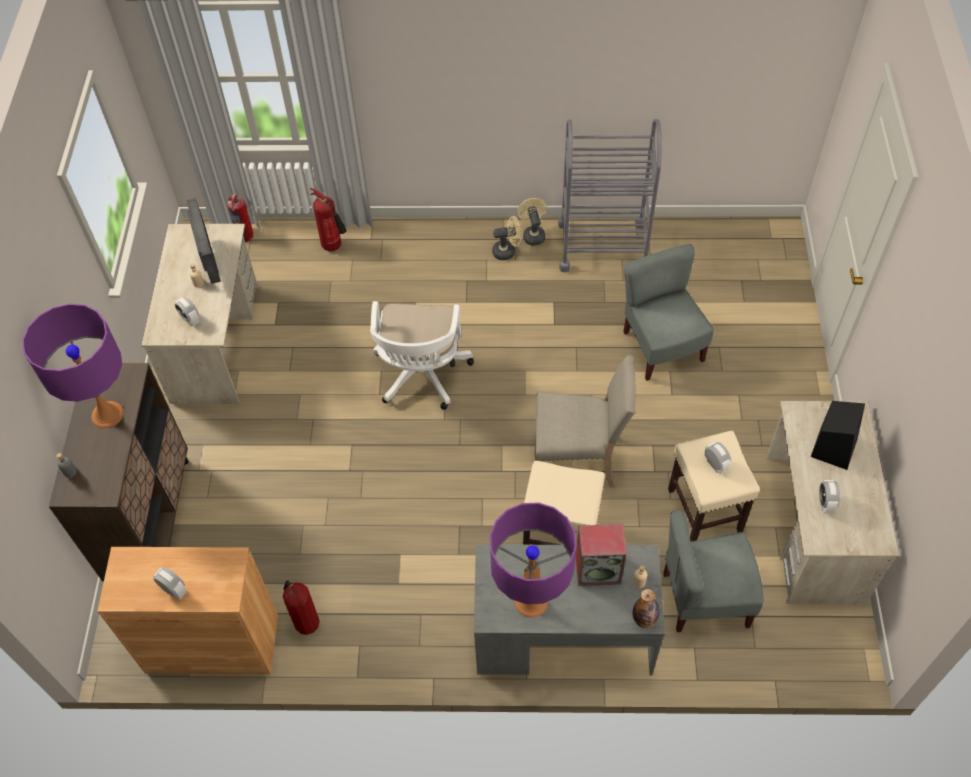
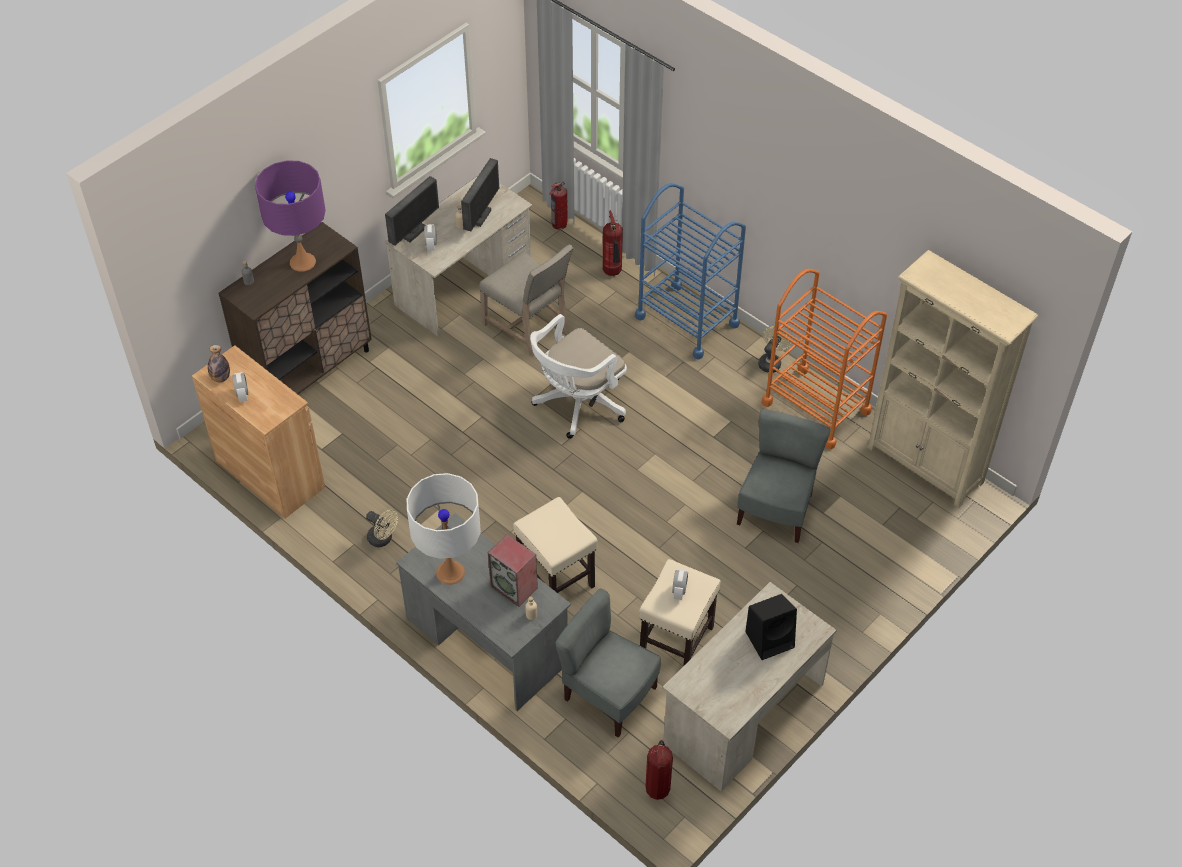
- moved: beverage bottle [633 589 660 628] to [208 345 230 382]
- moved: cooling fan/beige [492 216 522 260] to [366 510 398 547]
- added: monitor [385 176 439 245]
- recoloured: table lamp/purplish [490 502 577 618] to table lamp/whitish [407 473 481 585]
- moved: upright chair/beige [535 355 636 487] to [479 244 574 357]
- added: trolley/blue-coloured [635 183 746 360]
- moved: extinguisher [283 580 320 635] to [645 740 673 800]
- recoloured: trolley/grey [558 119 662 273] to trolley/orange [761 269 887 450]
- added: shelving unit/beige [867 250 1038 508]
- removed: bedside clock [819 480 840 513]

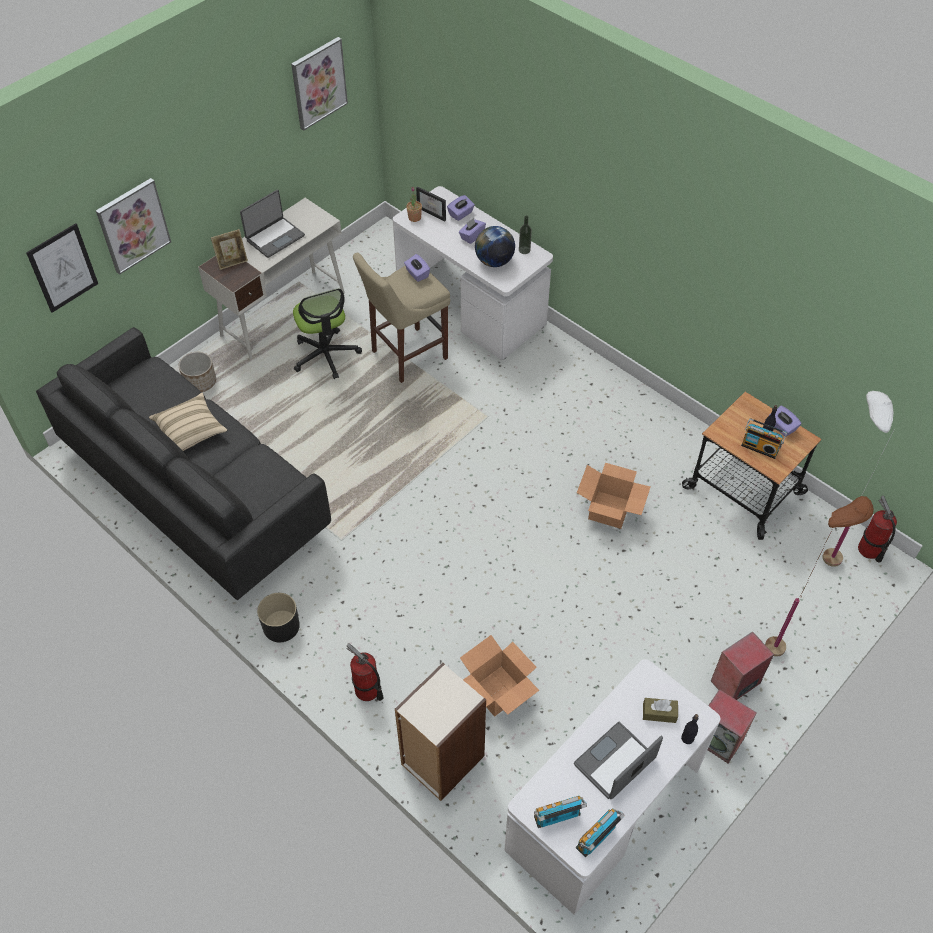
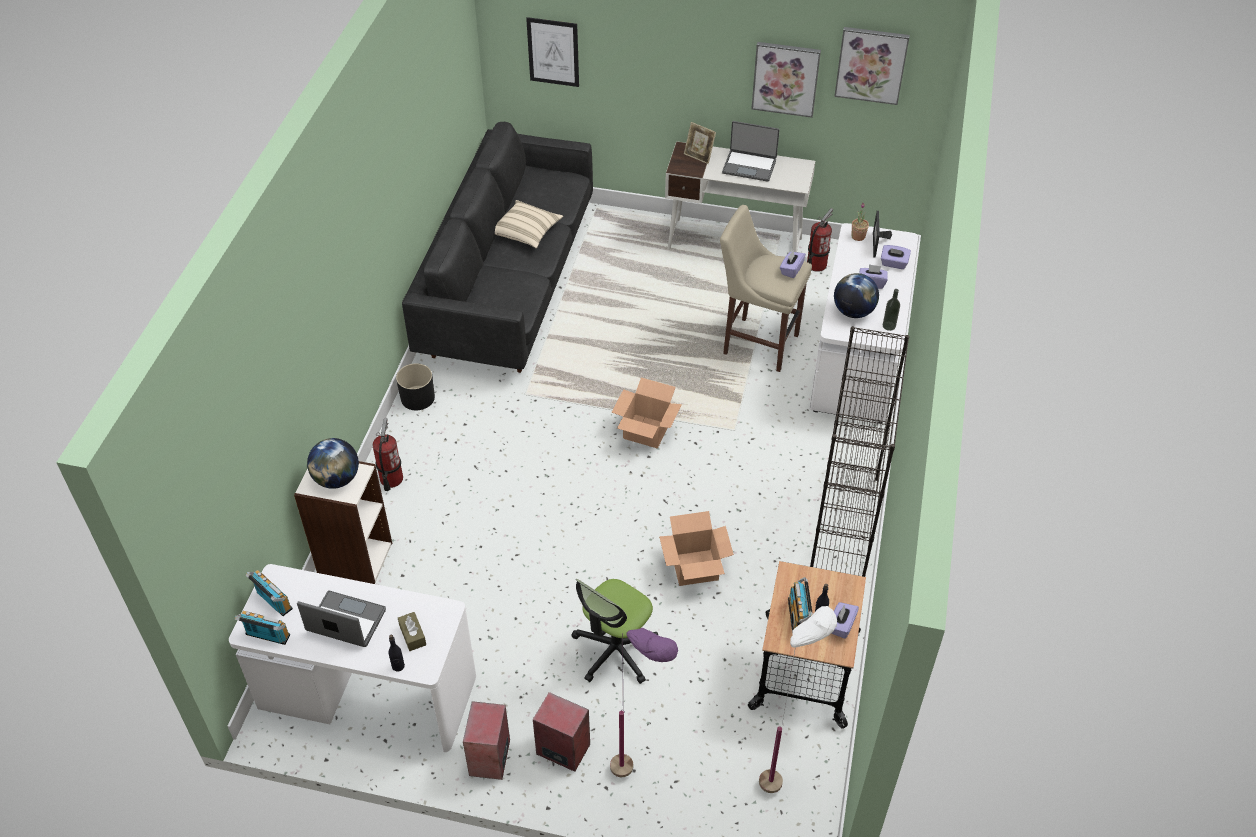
- added: globe [307 438 359 489]
- moved: desk chair [293 288 362 379] to [571 579 658 684]
- recoloured: floor lamp/brown [765 496 874 657] to floor lamp/purplish [610 628 678 777]
- moved: carton [460 635 539 716] to [612 378 682 449]
- moved: picture [96 178 171 275] to [751 42 821 118]
- moved: extinguisher [858 496 897 563] to [807 208 833 272]
- added: shelving unit/black-coloured [810 326 909 577]
- removed: plant pot [179 352 216 392]

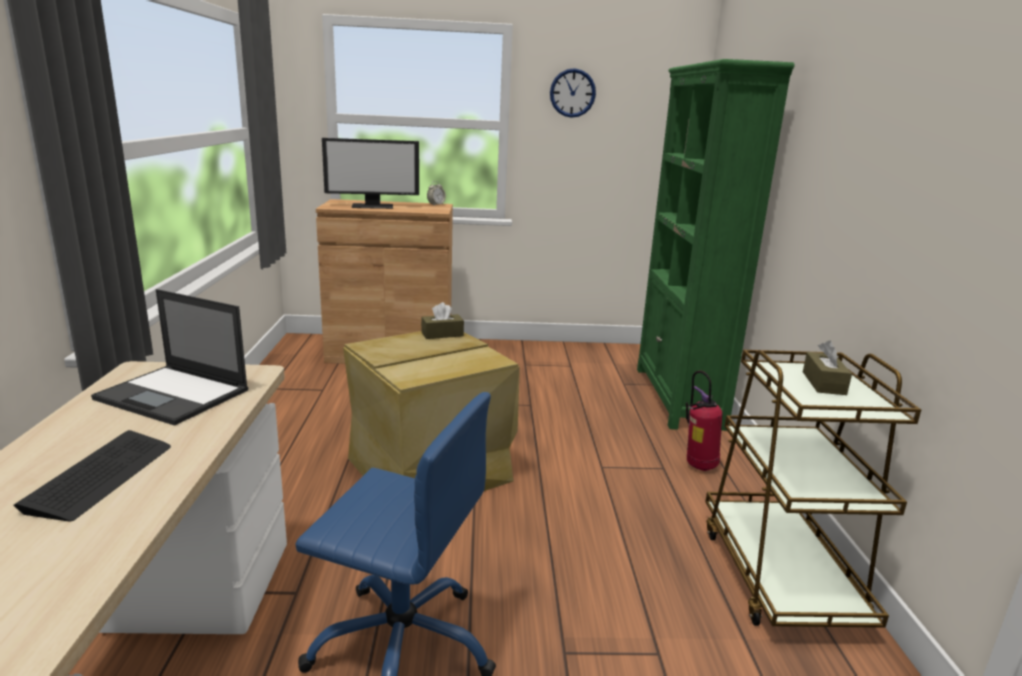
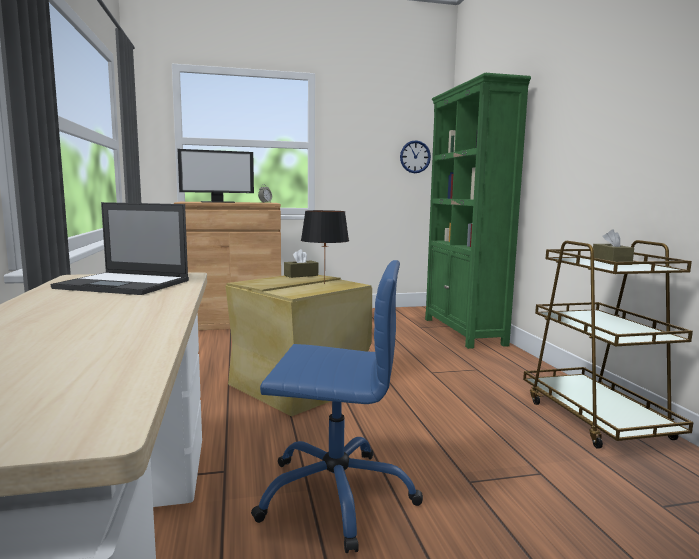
- added: table lamp/black-coloured [301 210 349 284]
- moved: hanging clock [550 68 596 118] to [400 140 431 173]
- removed: PC keyboard [13 430 171 522]
- removed: extinguisher [686 371 722 471]

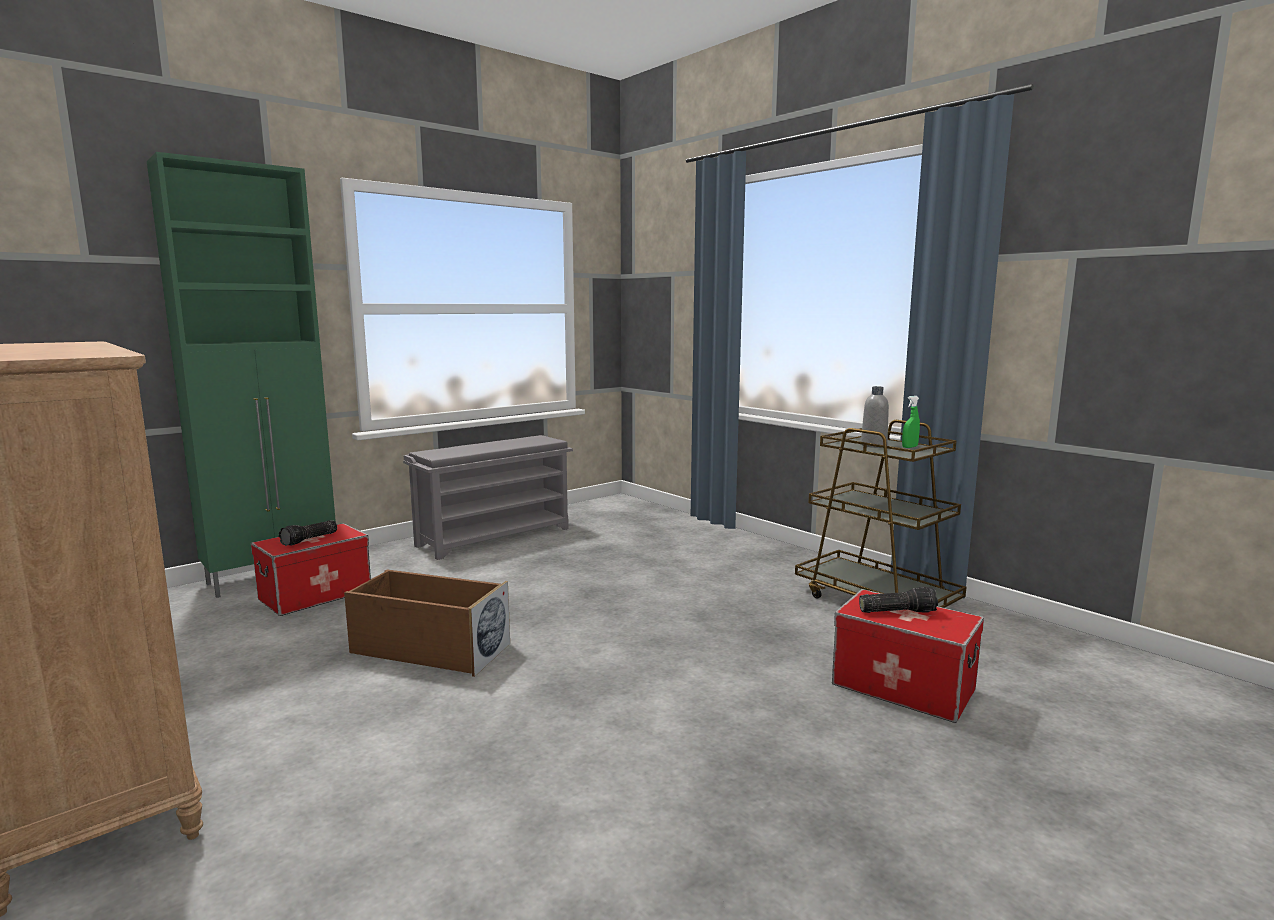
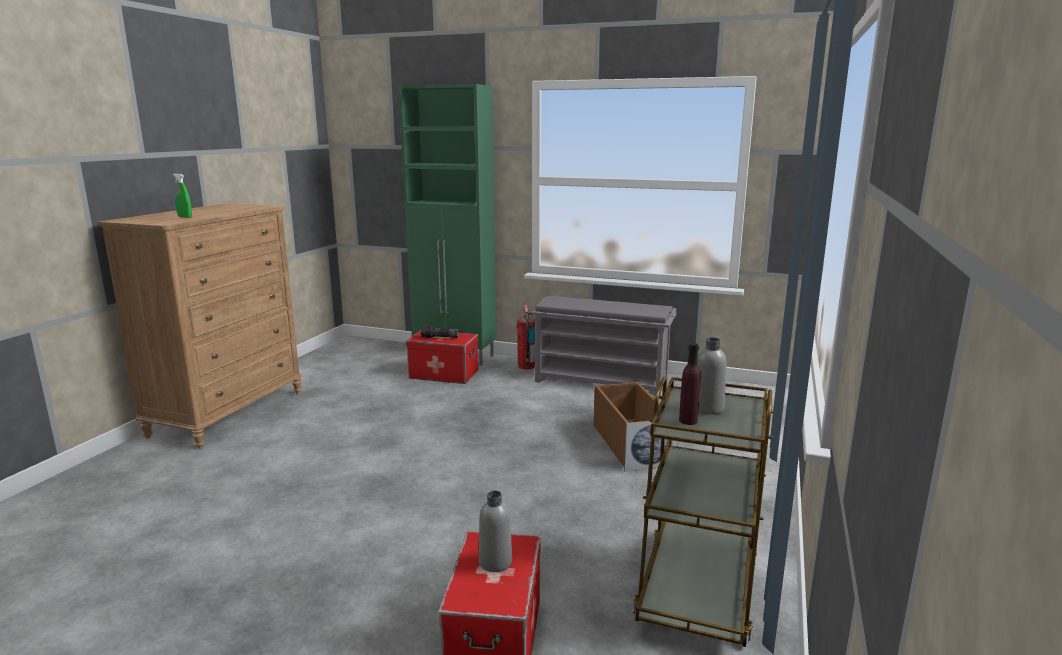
- moved: spray bottle/greenish [902 396 920 448] to [173 173 192 218]
- replaced: torch [859 587 938 613] to beverage bottle/grey [479 491 512 572]
- added: extinguisher [516 303 535 369]
- moved: storage container/brown [344 569 510 677] to [594 382 678 472]
- added: beverage bottle/purplish [679 343 701 425]

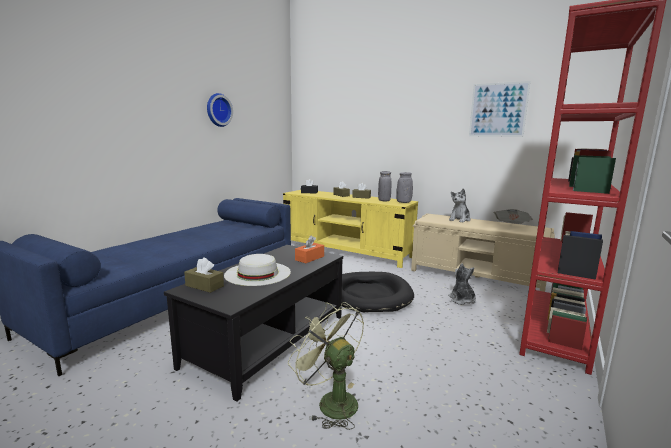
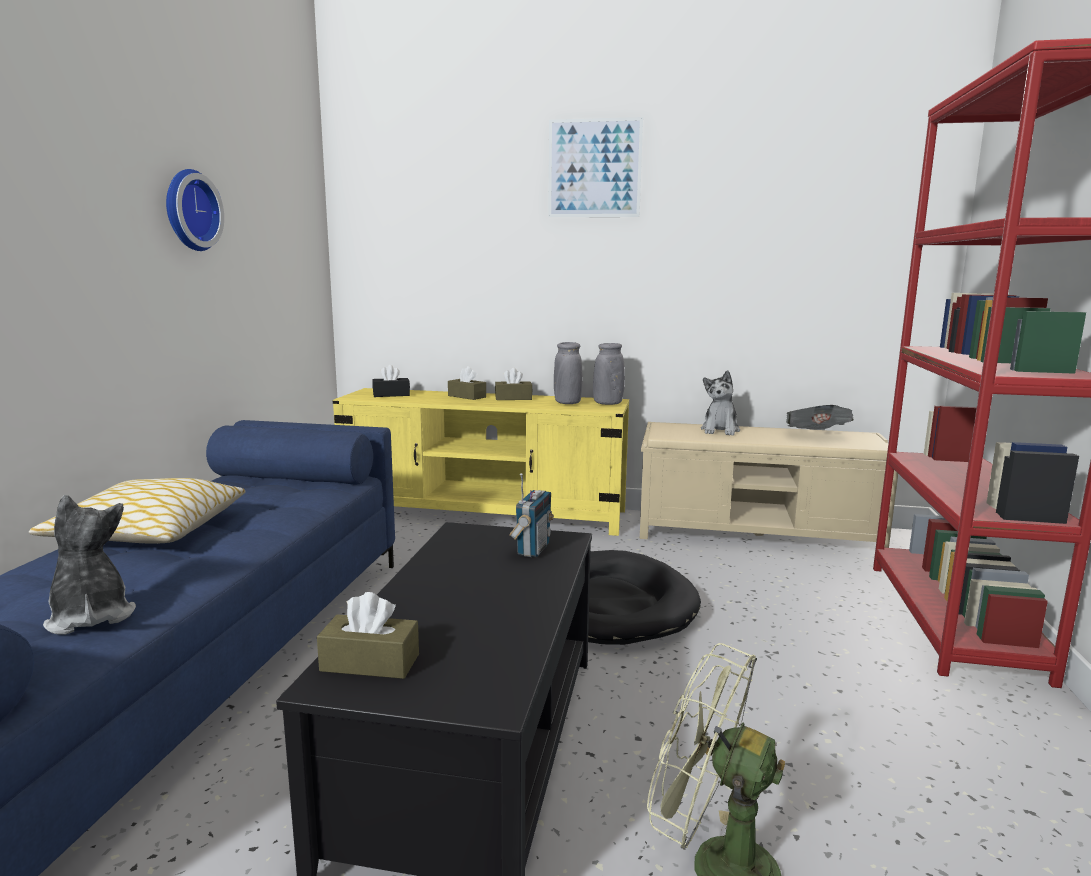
- added: throw pillow [29 478 246 543]
- moved: cuddly toy [448 264 476 305] to [43 495 136 635]
- replaced: box of tissues/orange [295 236 324 263] to radio [509 473 554 557]
- moved: picture [469 81 531 137] to [548 117 643 217]
- removed: clothing hat/whitish [224 254 291 286]

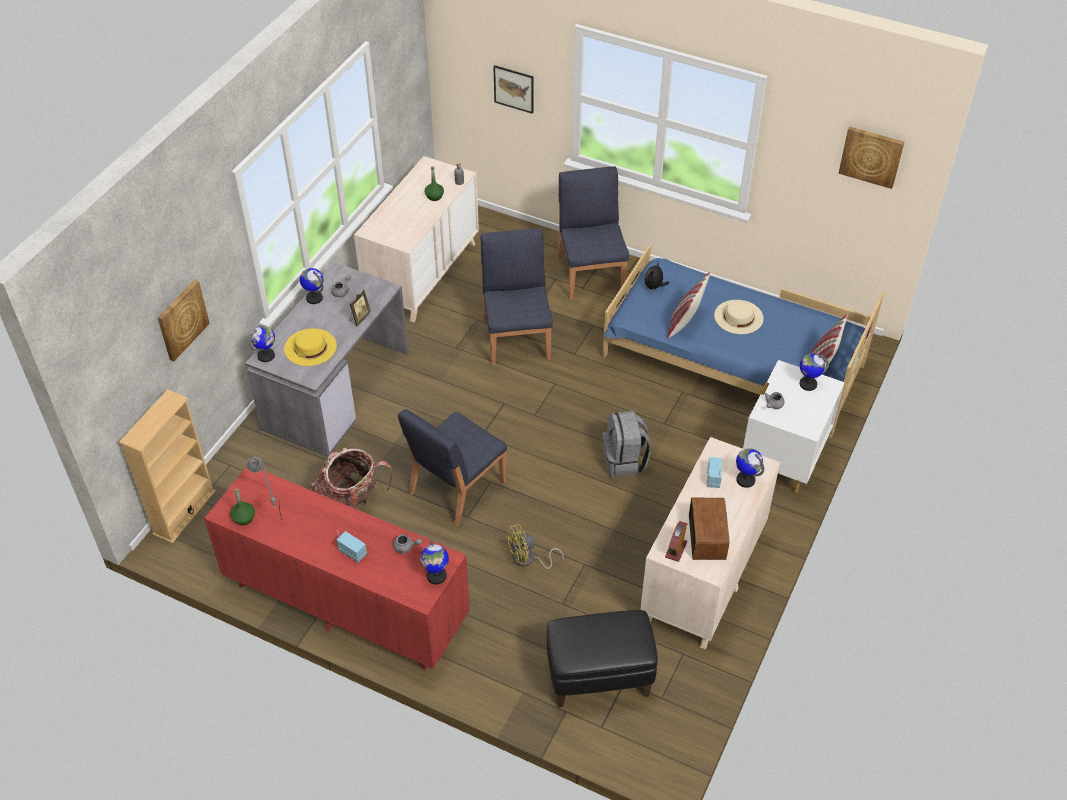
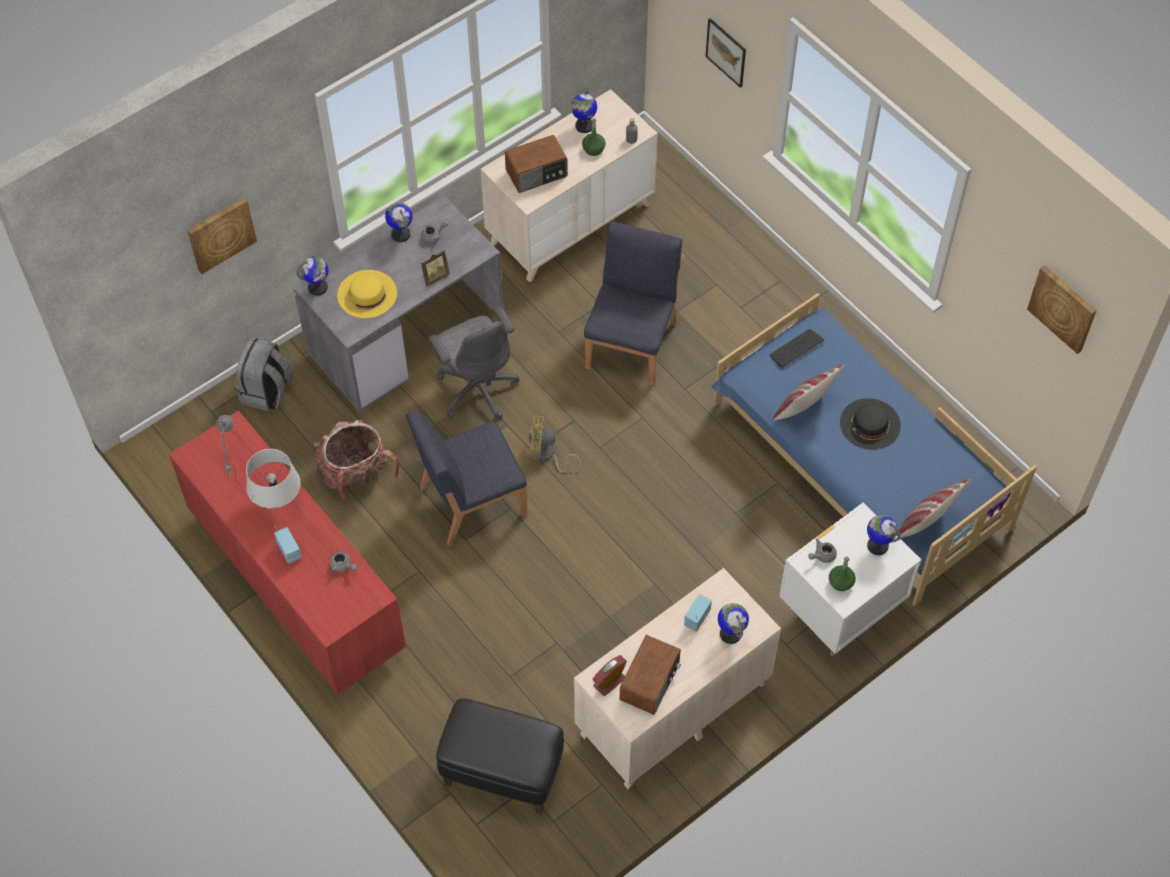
- moved: backpack/grey [602 411 651 477] to [234 338 294 411]
- added: table lamp/grey [246 449 301 508]
- added: desk chair/grey [428 305 519 420]
- added: radio [505 135 568 193]
- moved: cooling fan/yellow-coloured [505 524 564 569] to [529 416 581 473]
- moved: globe [420 540 449 584] to [571 90 597 133]
- replaced: cuddly toy [644 262 669 291] to PC keyboard [769 329 824 368]
- moved: beverage bottle/greenish [230 488 255 525] to [829 556 856 591]
- recoloured: clothing hat/beige [714 300 764 334] to clothing hat/black-coloured [840 398 901 450]
- removed: shelving unit/beige [119 389 216 544]
- removed: upright chair/blue-coloured [558 166 629 300]

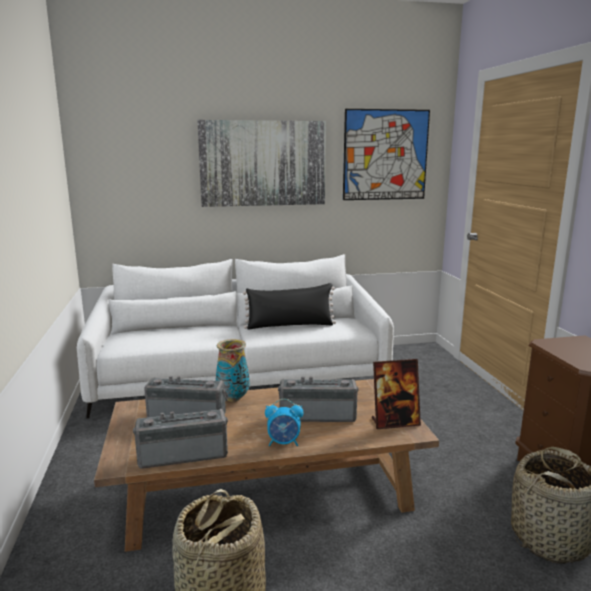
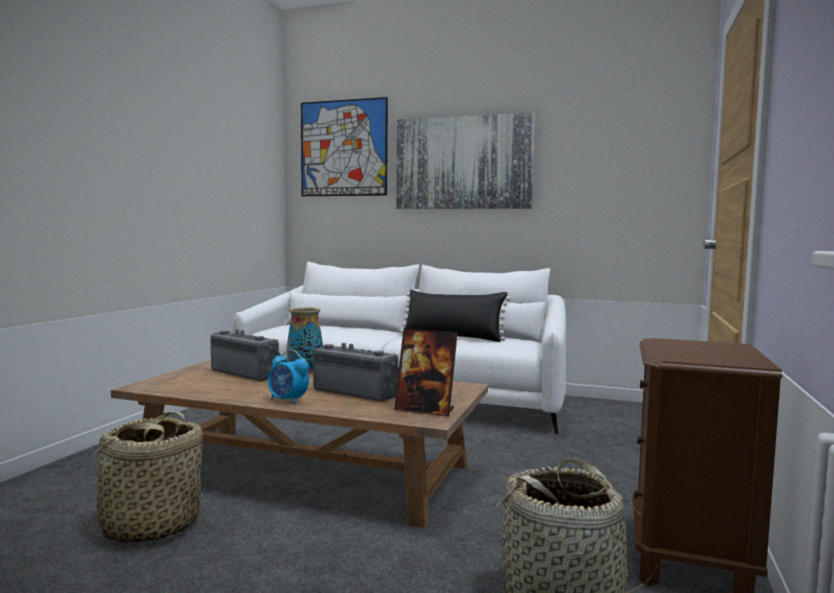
- moved: picture [343 109 430 200] to [301 97 388 196]
- removed: radio [133 409 228 469]

